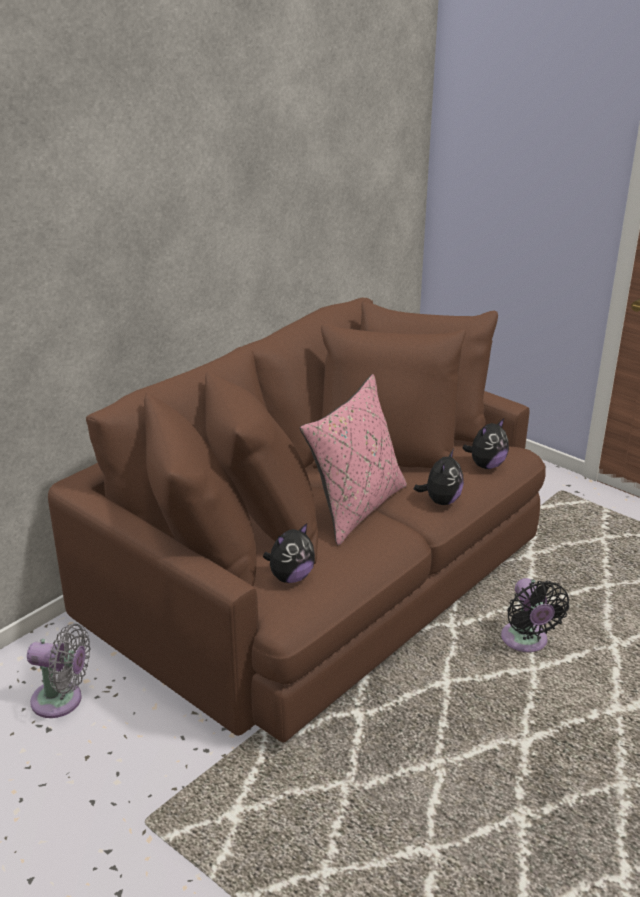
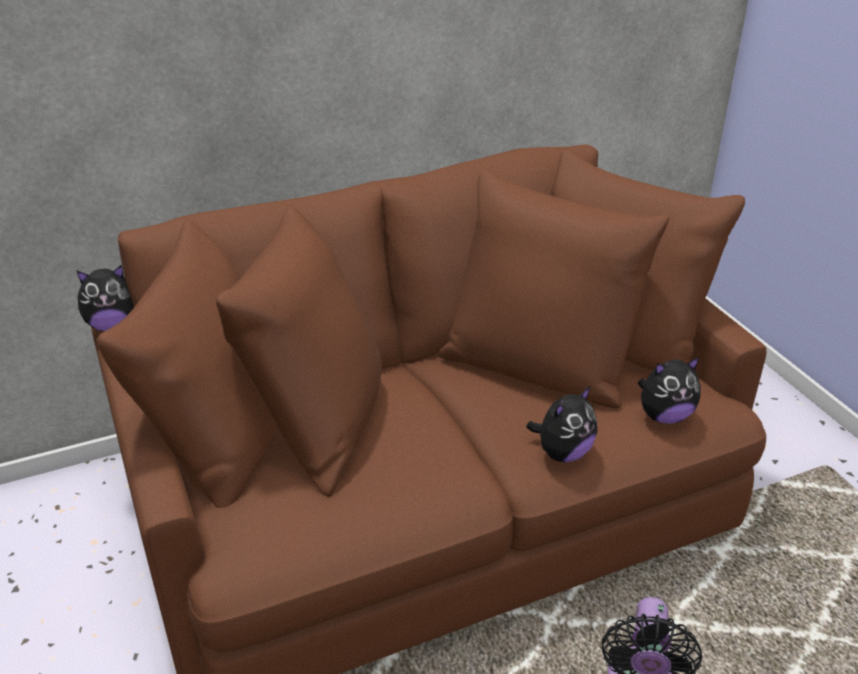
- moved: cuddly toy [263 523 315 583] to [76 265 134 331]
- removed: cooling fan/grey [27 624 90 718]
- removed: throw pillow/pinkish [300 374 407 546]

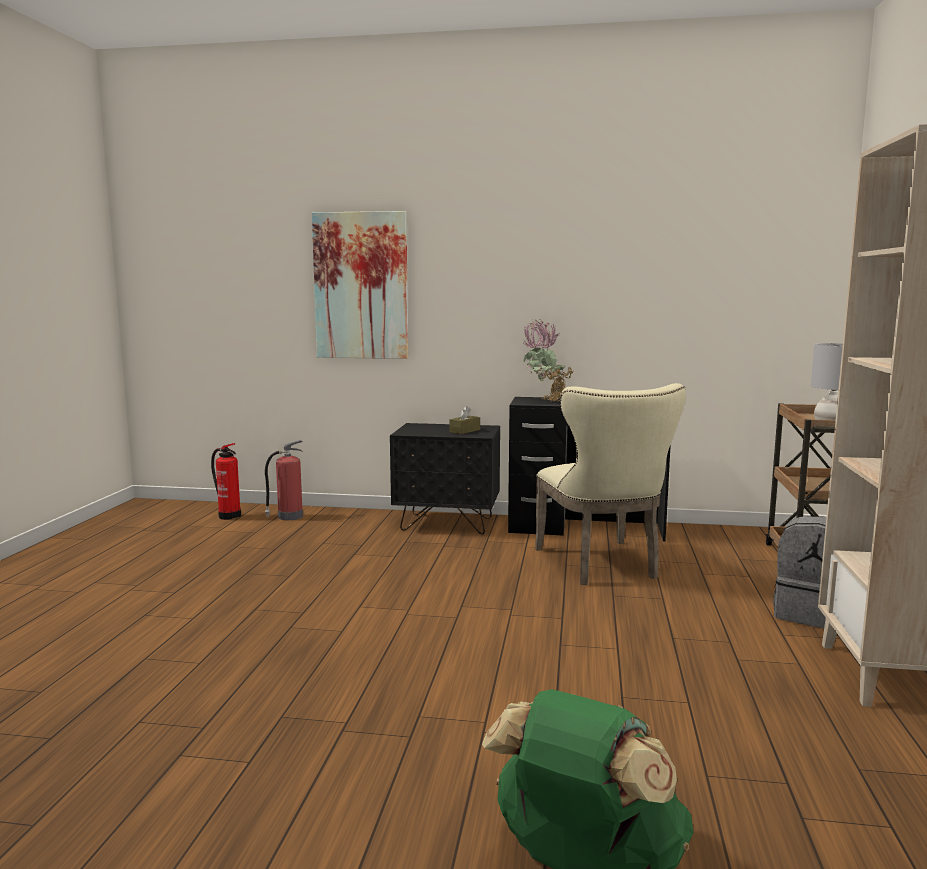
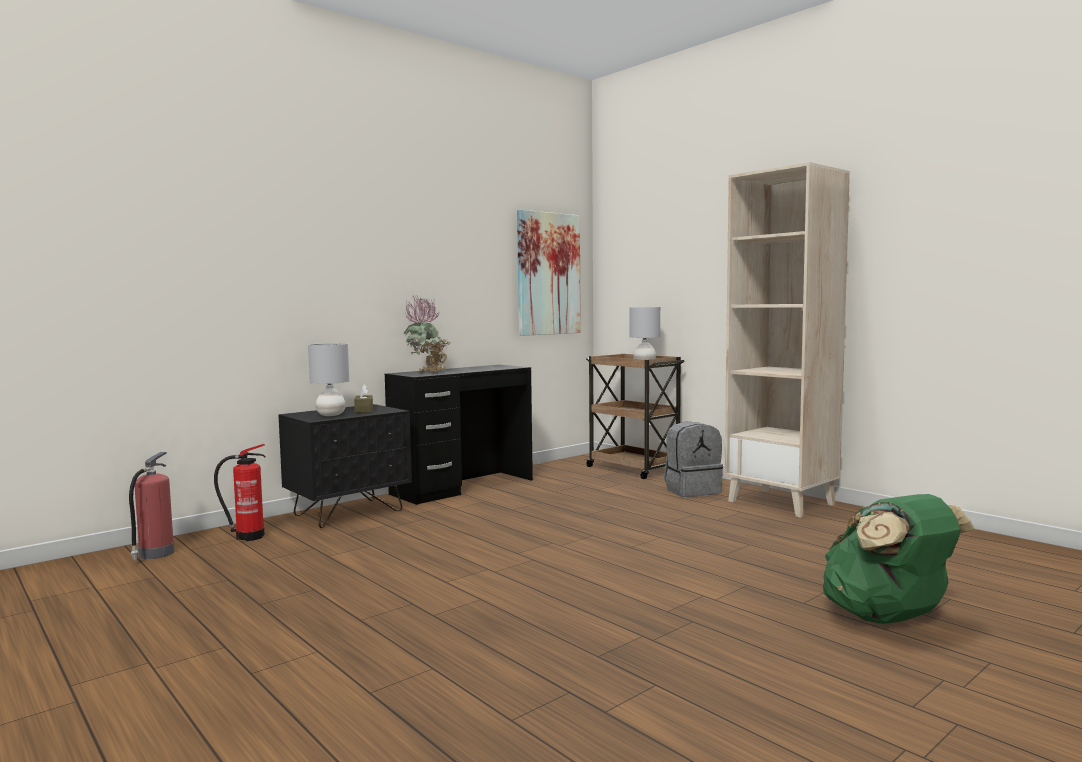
- moved: extinguisher [211 443 241 520] to [214 444 266 541]
- added: table lamp/grey [308 343 349 416]
- moved: picture [312 211 408 359] to [517 210 581 336]
- removed: upright chair/beige [535 383 686 585]

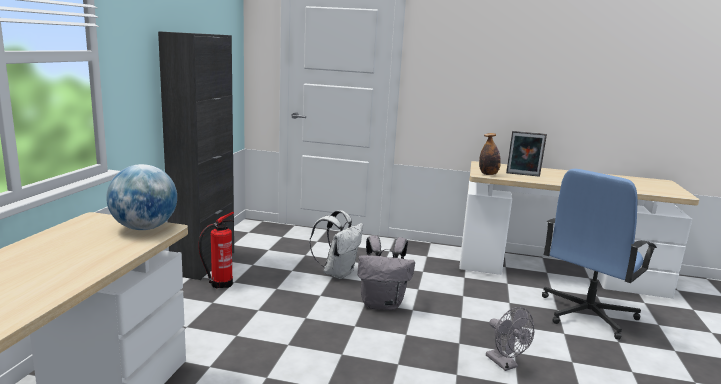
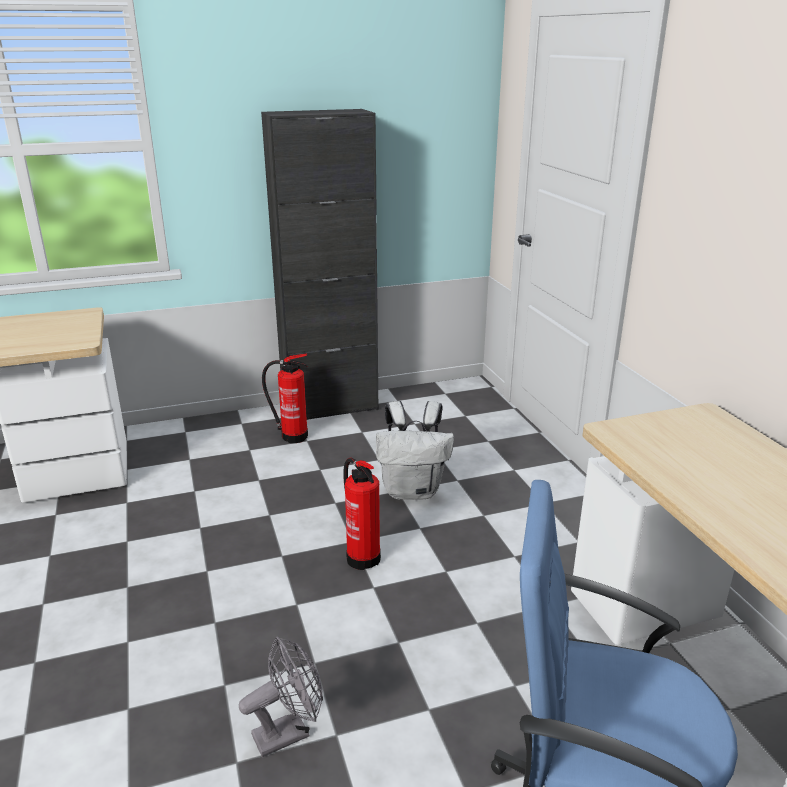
- turned: cooling fan/grey [486 307 534 371] = [239 637 323 757] 150 degrees counterclockwise
- replaced: backpack/grey [358 236 415 310] to extinguisher [343 458 381 570]
- removed: globe [106 164 177 230]
- removed: beverage bottle [479 133 501 175]
- removed: standing frame [506 131 547 177]

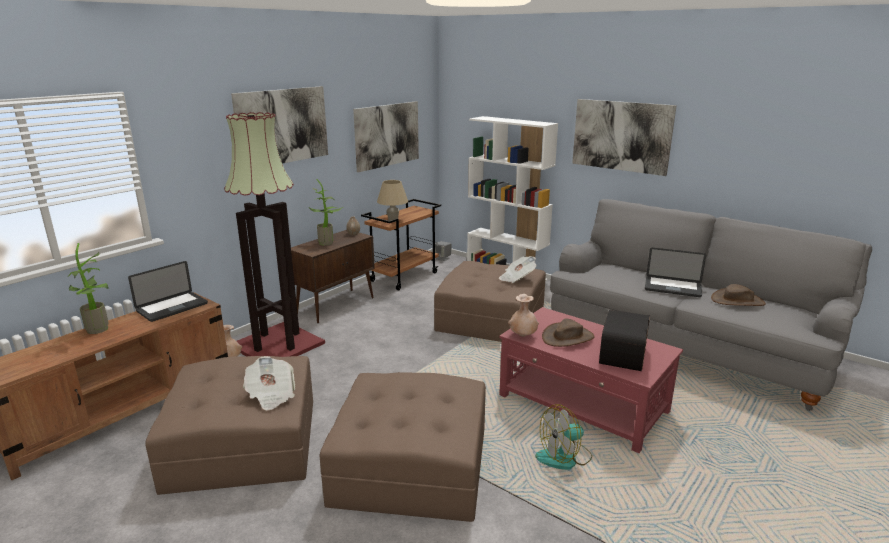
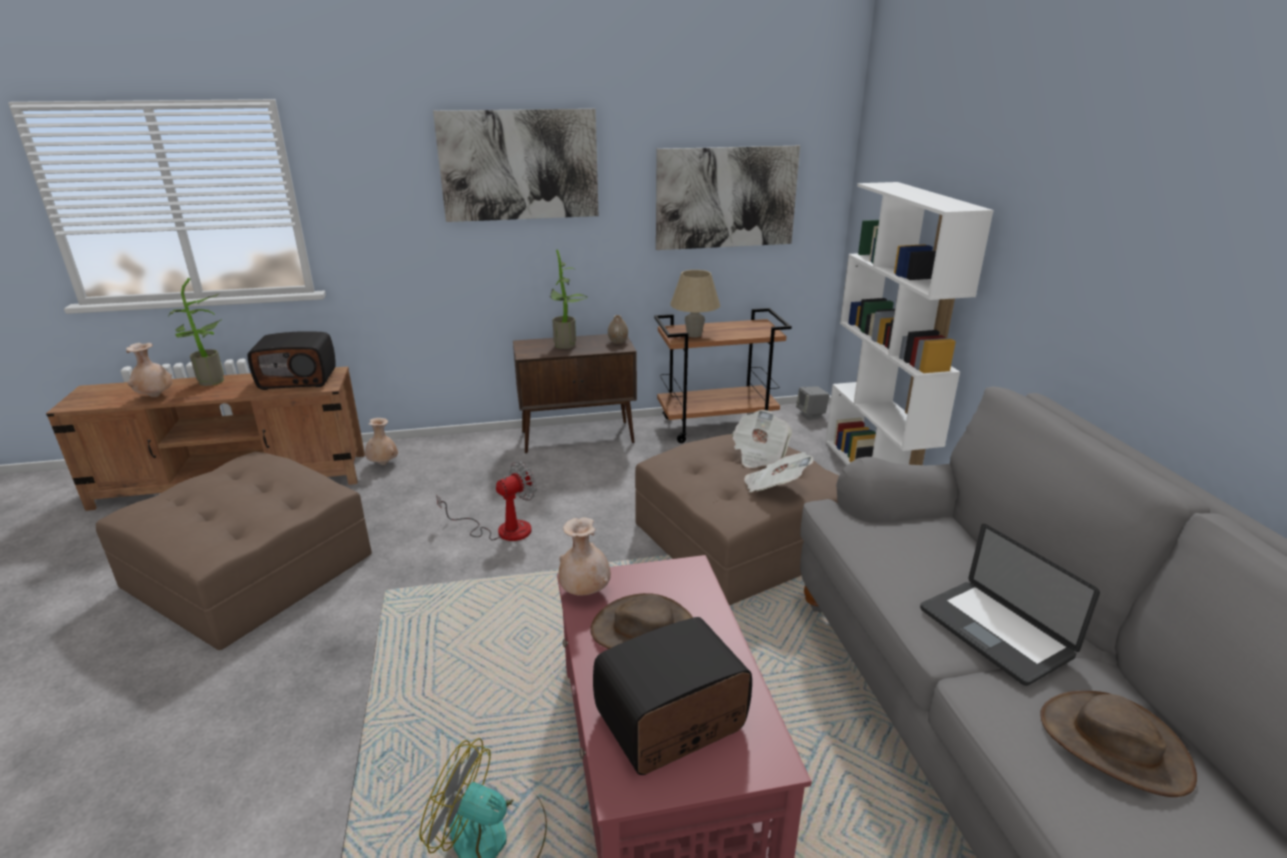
- added: decorative vase/beige [126 343 172 397]
- replaced: notebook computer [128 261 208 322] to radio [247 331 336 390]
- added: cooling fan [436 461 537 541]
- moved: printed paper [243 356 295 411] to [732 410 792 468]
- removed: floor lamp [224 112 325 357]
- removed: ottoman/brown [320 372 486 522]
- removed: picture [572 99 677 176]

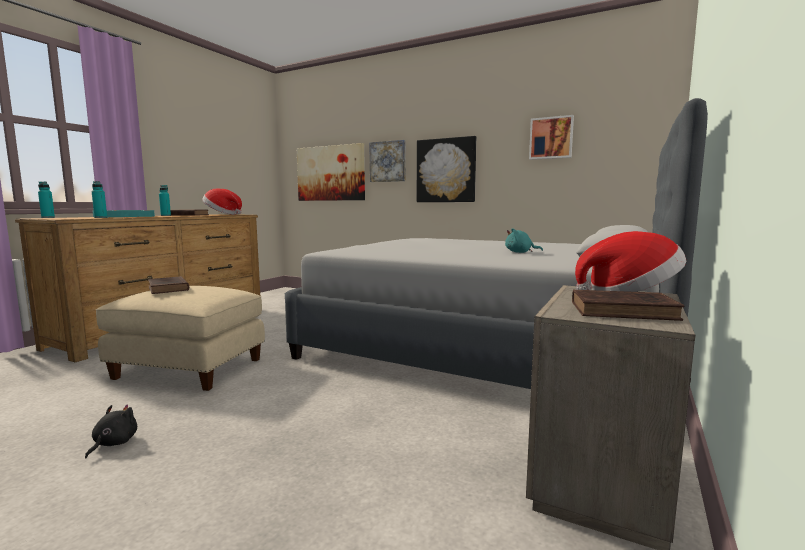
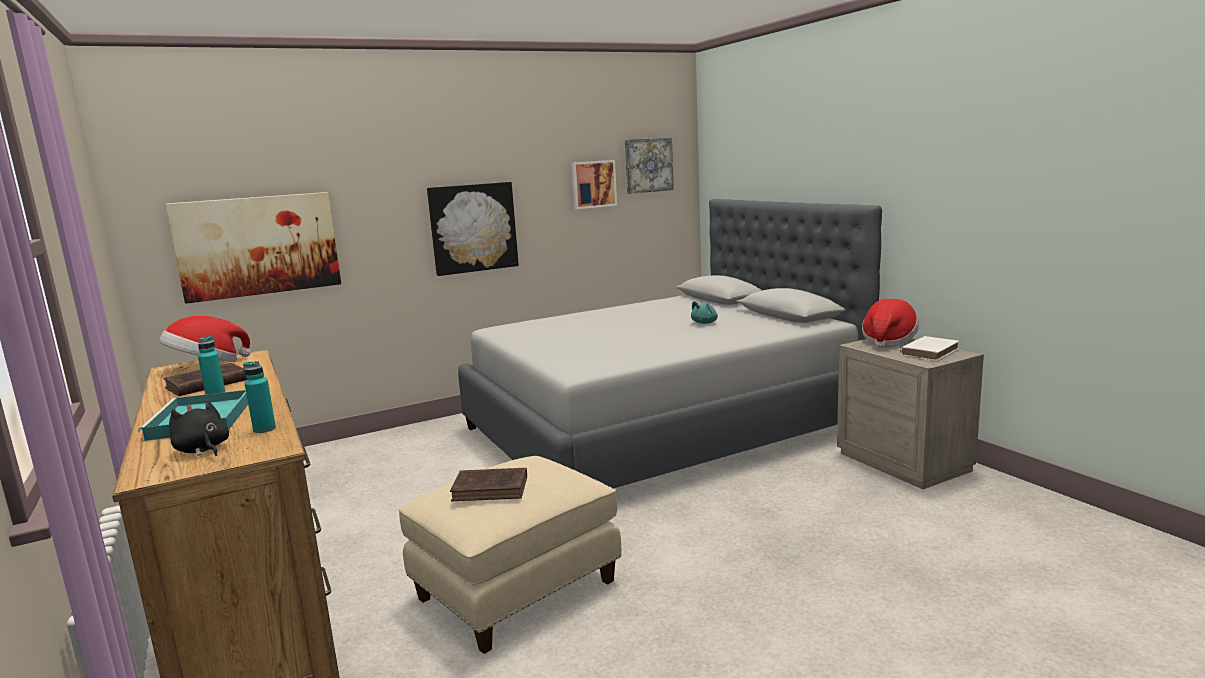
- moved: cuddly toy/black-coloured [85 404 137 458] to [169 400 229 456]
- moved: picture [369 140 405 182] to [625 138 674 194]
- recoloured: volume/brown [572 290 684 321] to volume/whitish [900 336 959 361]
- removed: beverage bottle/turquoise-coloured [38 182 55 218]

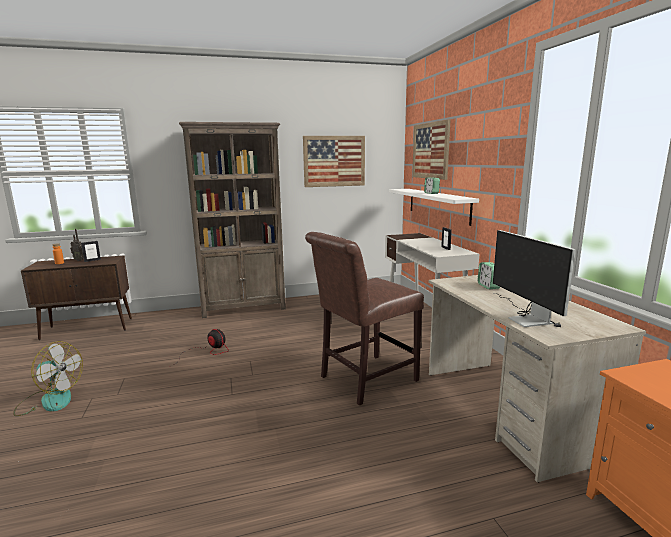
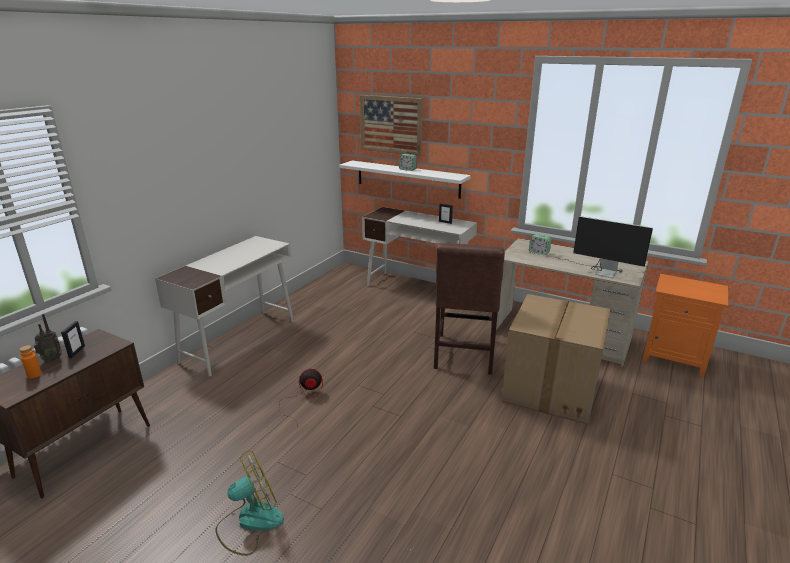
- replaced: shelving unit/brown [179 122 286 318] to desk table/whitish [155 236 294 377]
- added: carton [502 294 611 425]
- removed: picture [303 136 365 187]

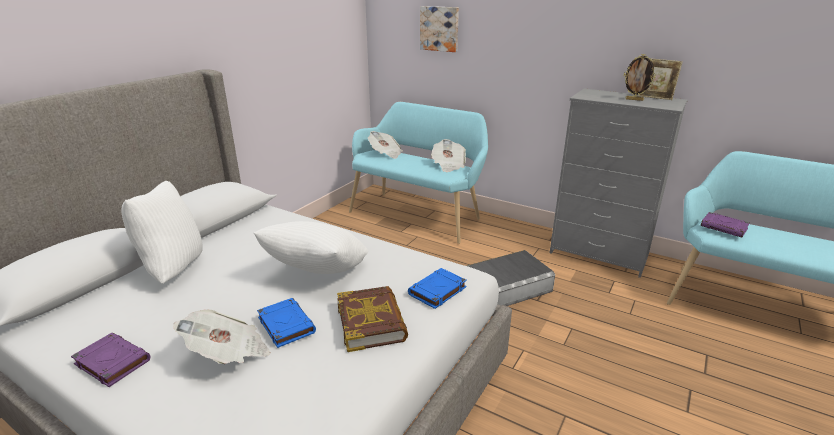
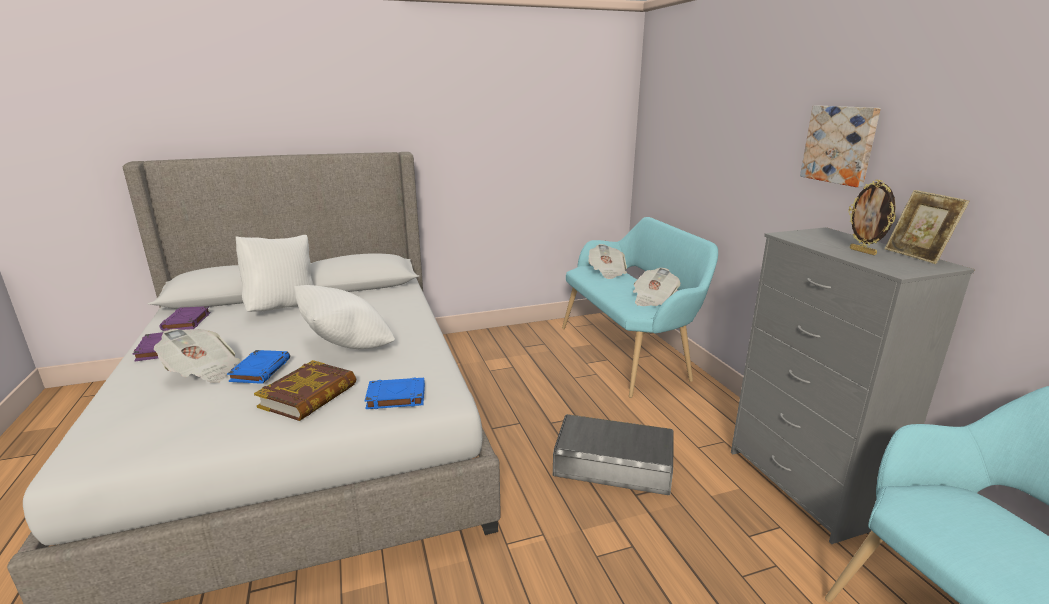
- moved: volume/purplish [701 212 750 237] to [160 306 210 331]
- moved: picture [420 6 459 52] to [800 106 881 187]

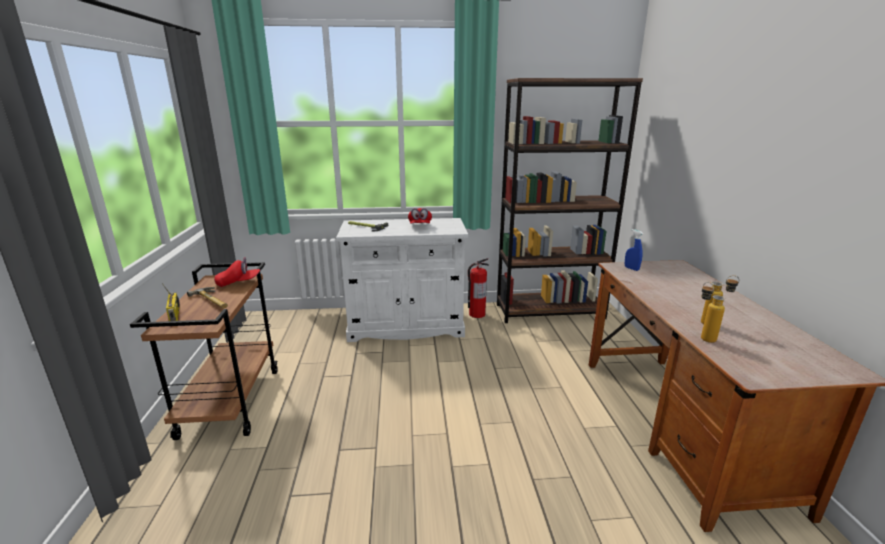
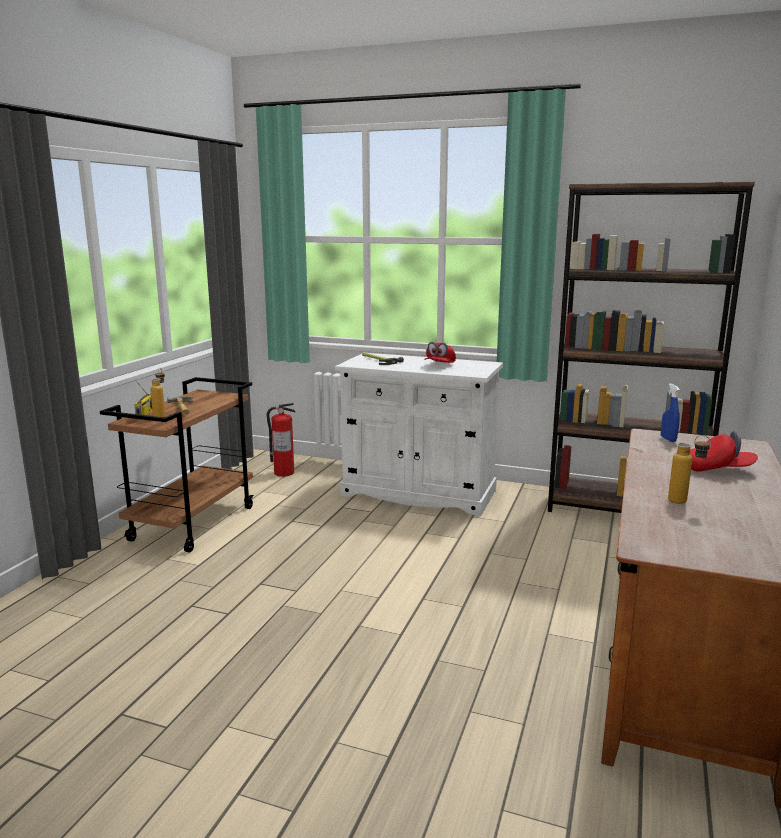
- moved: beverage bottle [701 282 725 343] to [150 368 166 417]
- moved: extinguisher [468 258 489 318] to [267 403 295 477]
- moved: cap/reddish [214 257 260 287] to [690 431 758 472]

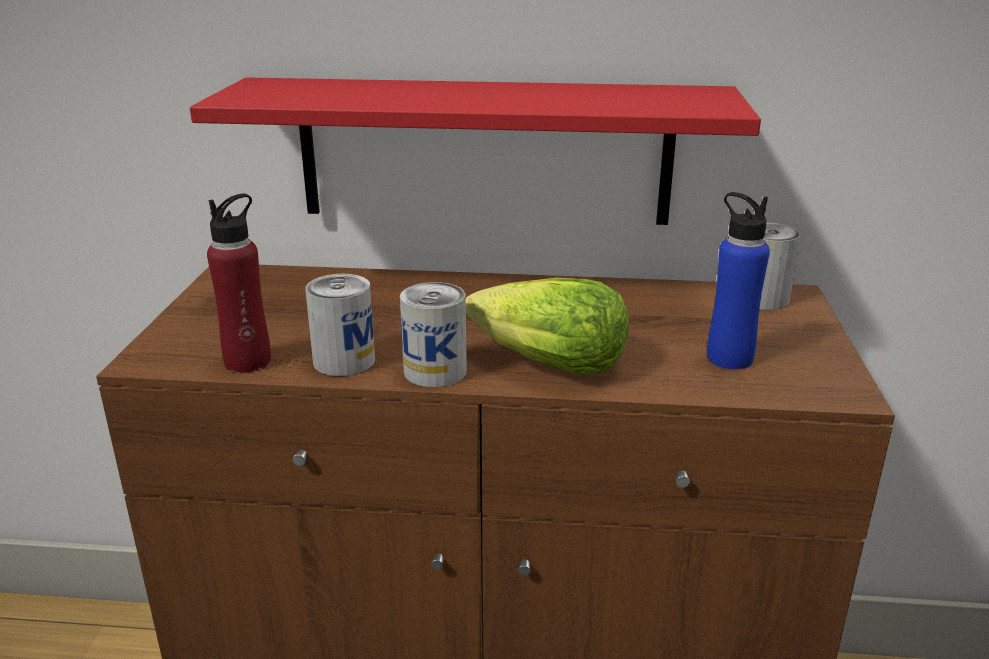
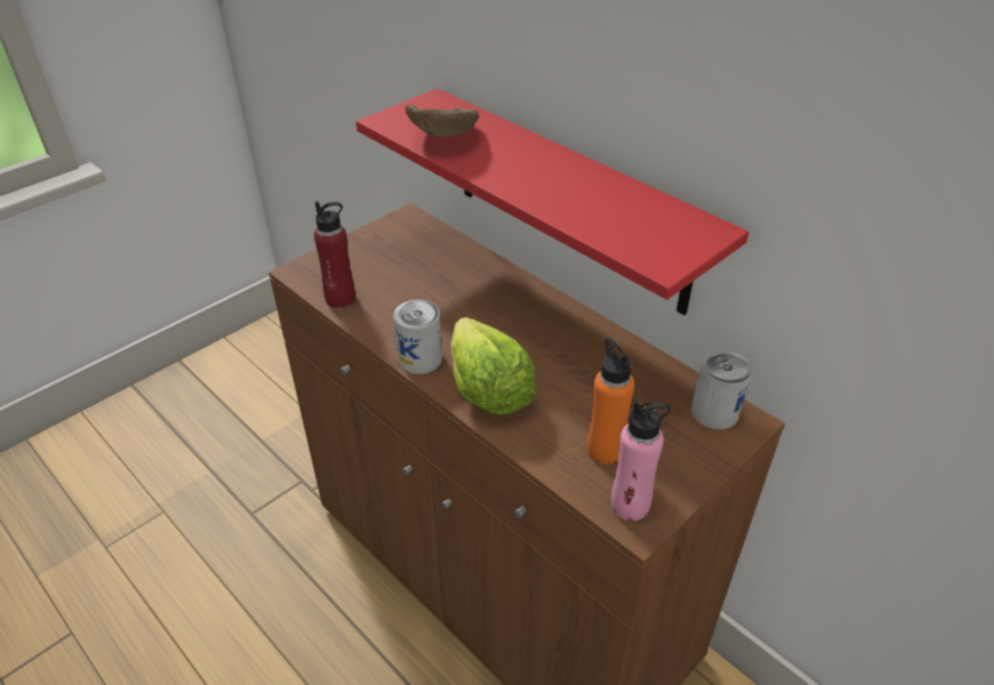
- added: deep dish/brown [405 104 480 137]
- recoloured: beverage bottle/blue-coloured [707 192 770 369] to beverage bottle/orange [587 337 635 464]
- added: beverage bottle/pinkish [611 400 671 521]
- removed: can [305 274 375 376]

